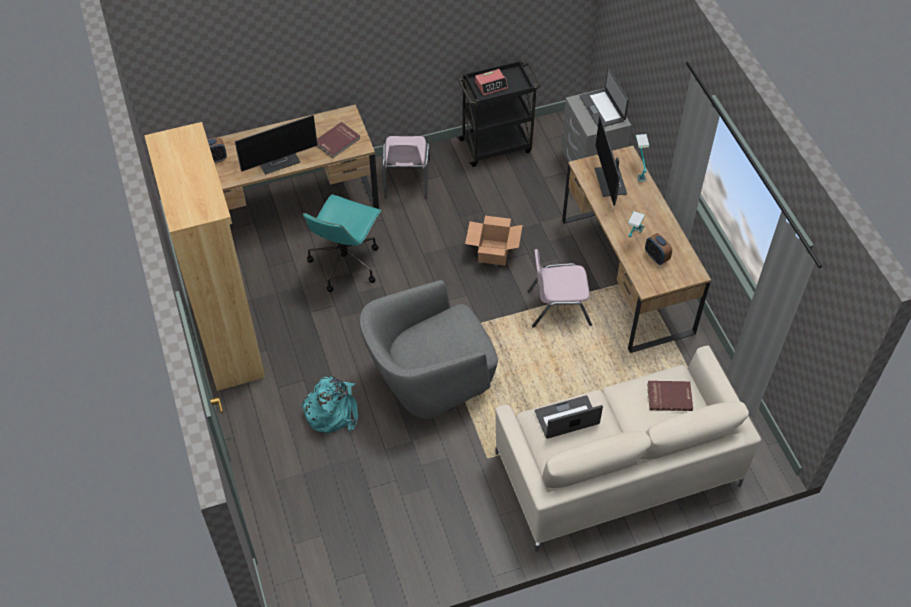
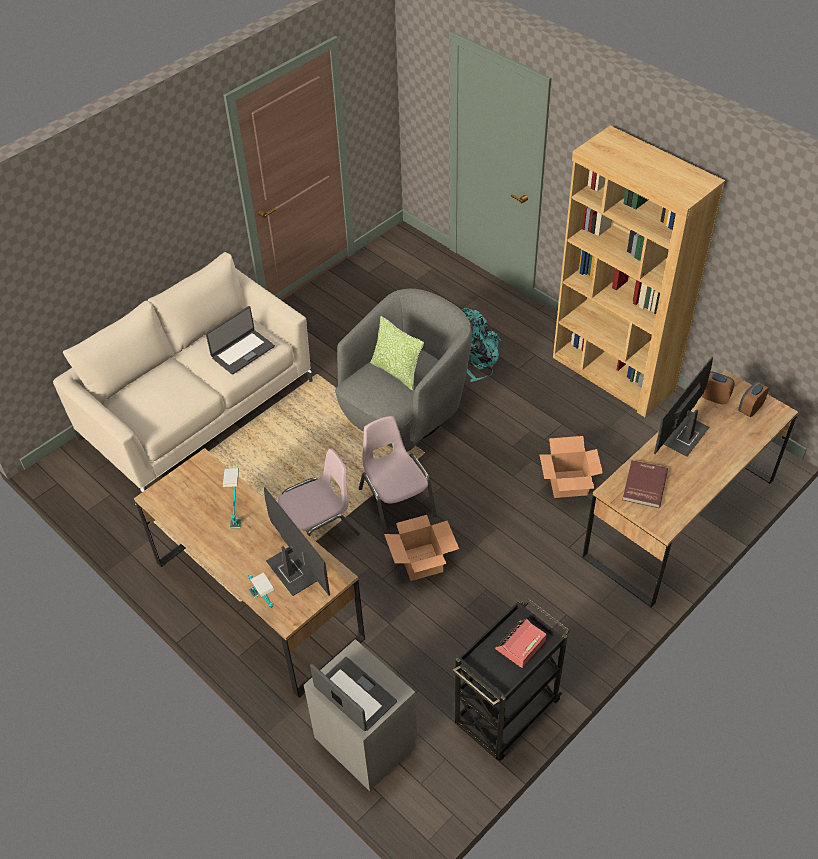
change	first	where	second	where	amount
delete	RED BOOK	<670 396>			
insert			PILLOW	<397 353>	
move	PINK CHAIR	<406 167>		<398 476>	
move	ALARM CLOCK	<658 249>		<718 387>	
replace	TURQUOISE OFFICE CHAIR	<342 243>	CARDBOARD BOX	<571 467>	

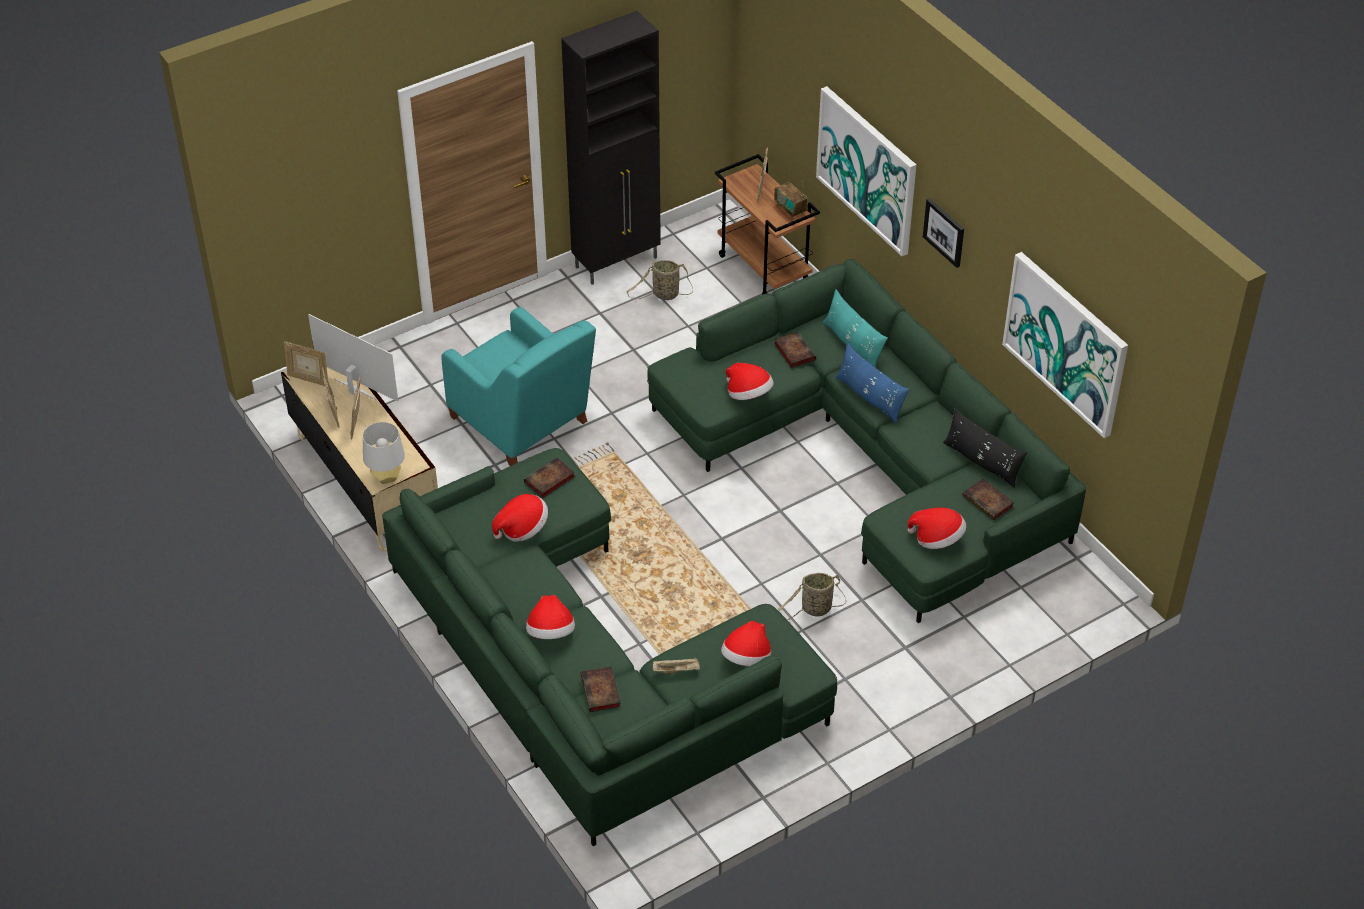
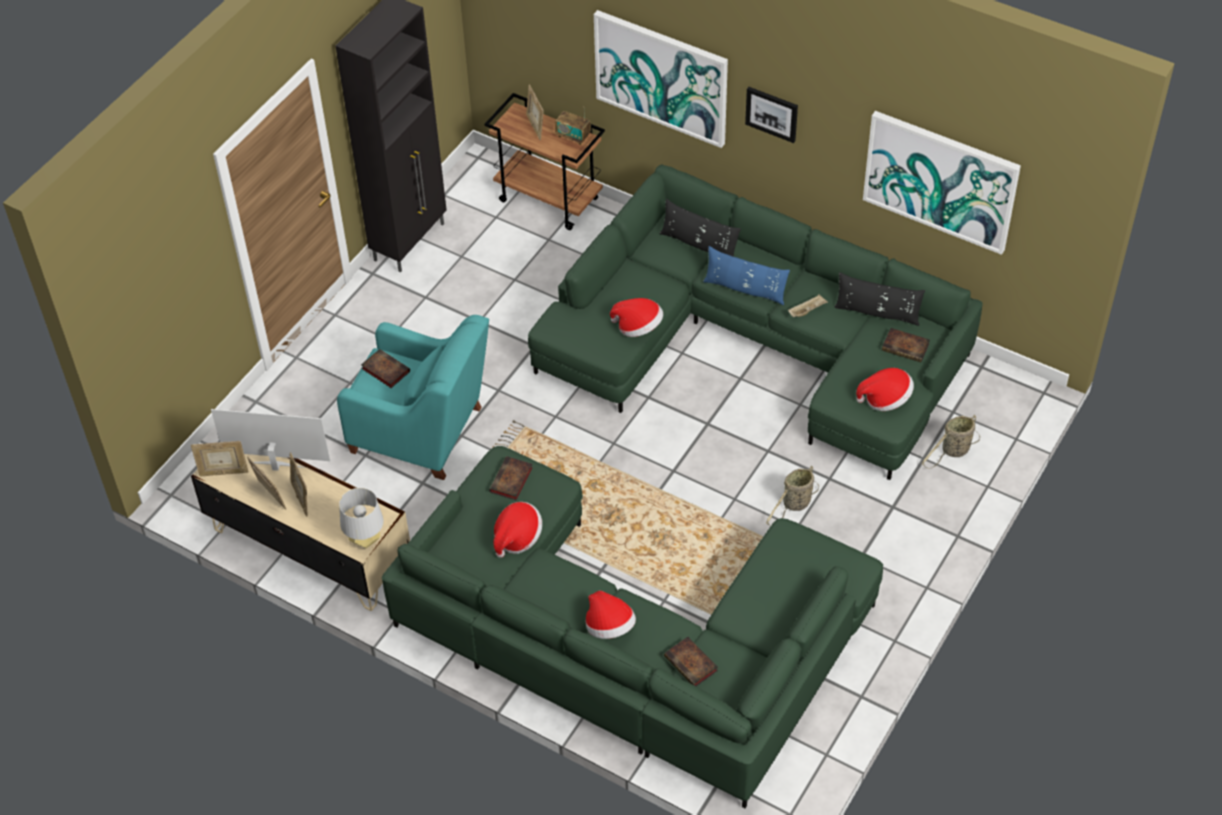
change	first	where	second	where	amount
delete	HAT	<746 643>			
move	BASKET	<660 280>		<951 442>	
move	BEIGE TRAY	<676 665>		<808 305>	
move	BOOK	<795 349>		<385 368>	
recolor	TURQUOISE PILLOW	<855 328>	BLACK PILLOW	<700 228>	

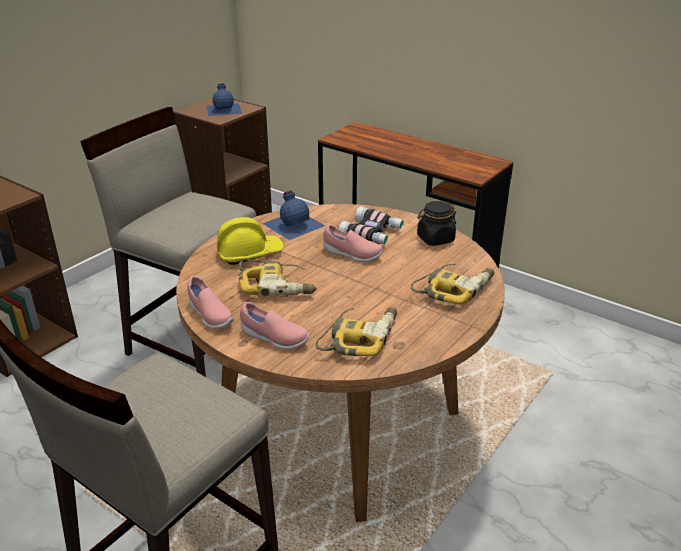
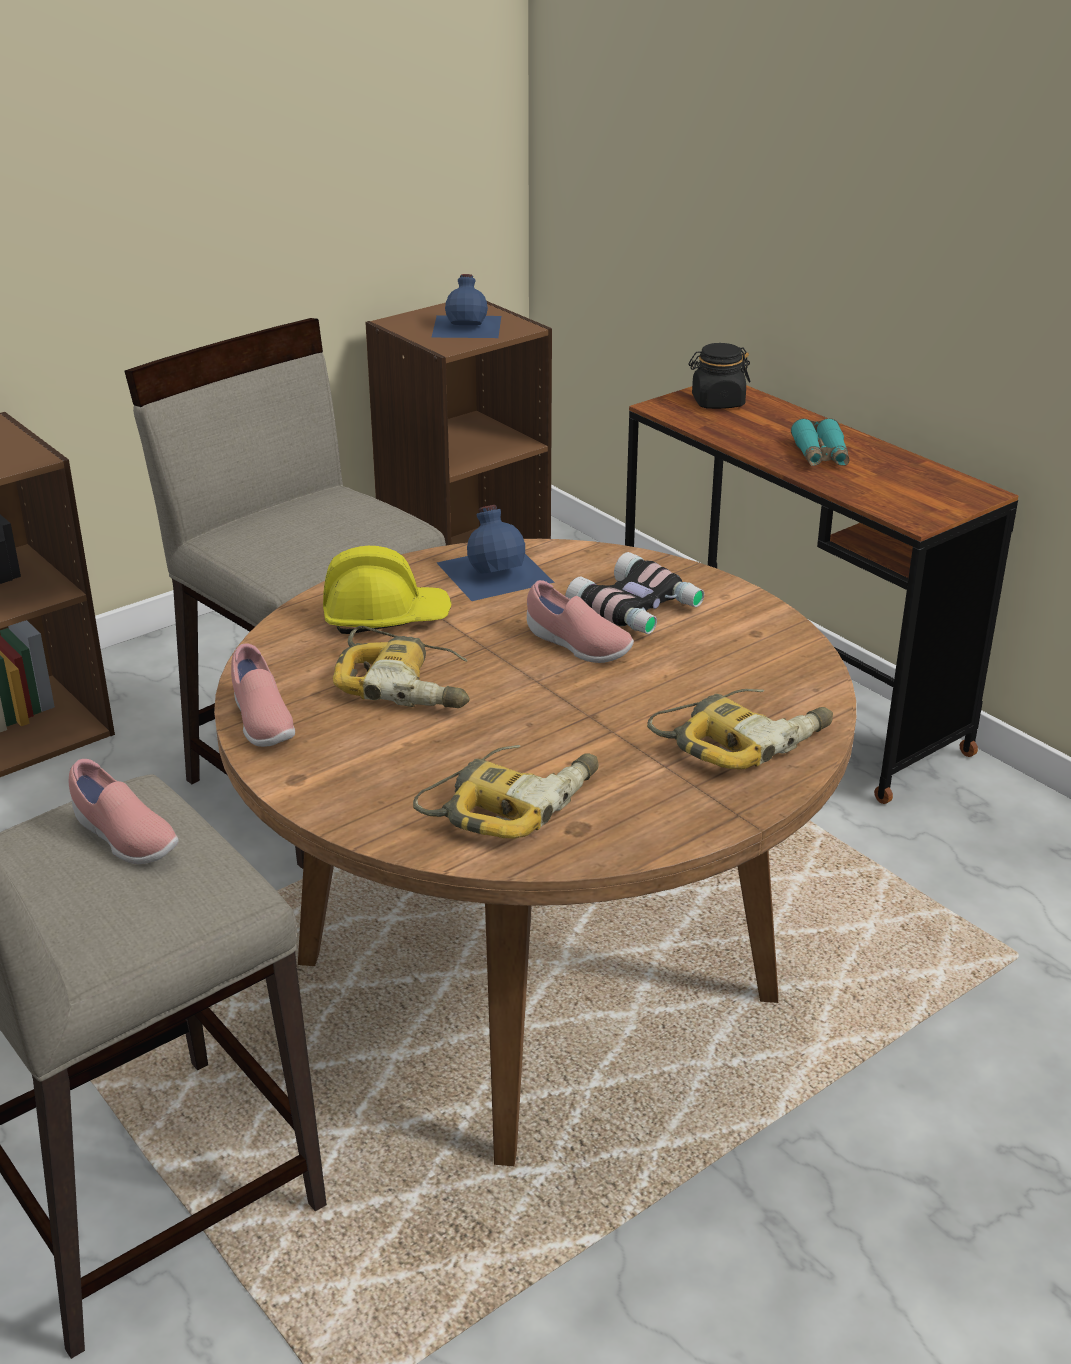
change	first	where	second	where	amount
insert			TURQUOISE BINOCULARS	<820 442>	
move	PINK SHOE	<275 326>		<123 811>	
move	BLACK JAR	<436 223>		<719 376>	

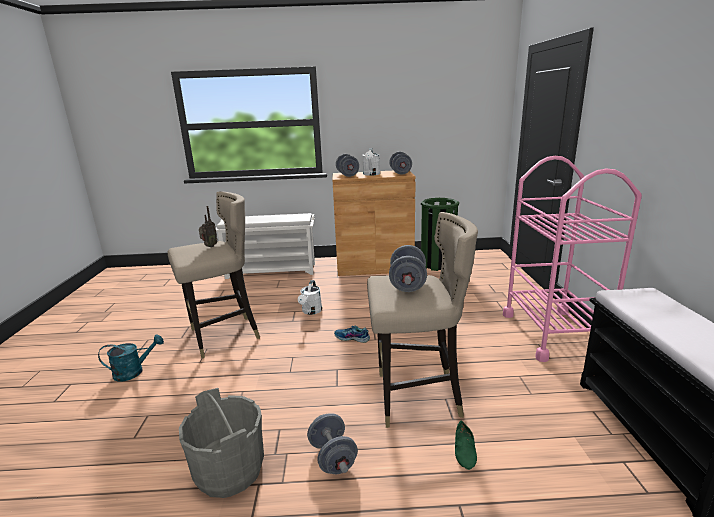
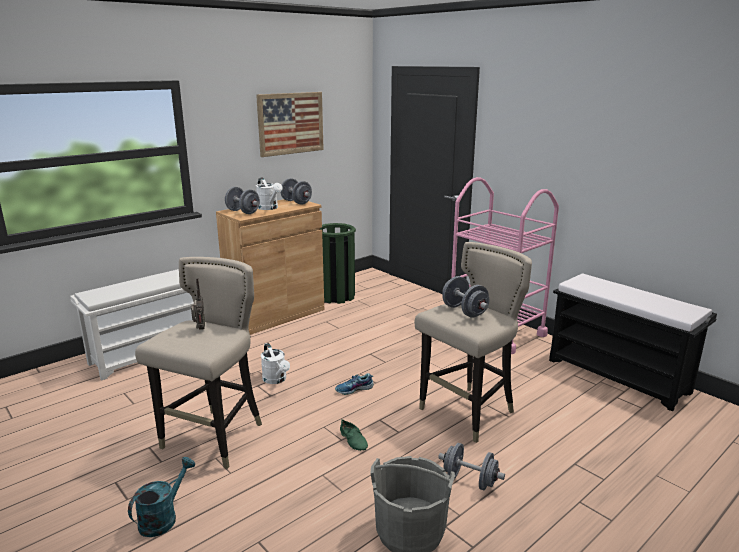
change	first	where	second	where	amount
insert			PICTURE	<290 124>	
move	GREEN SHOE	<466 445>		<354 435>	

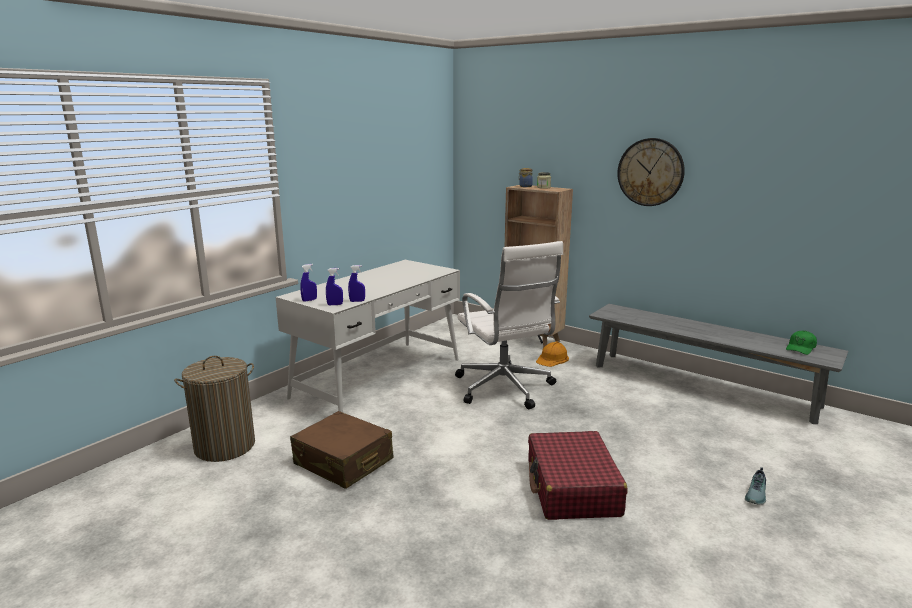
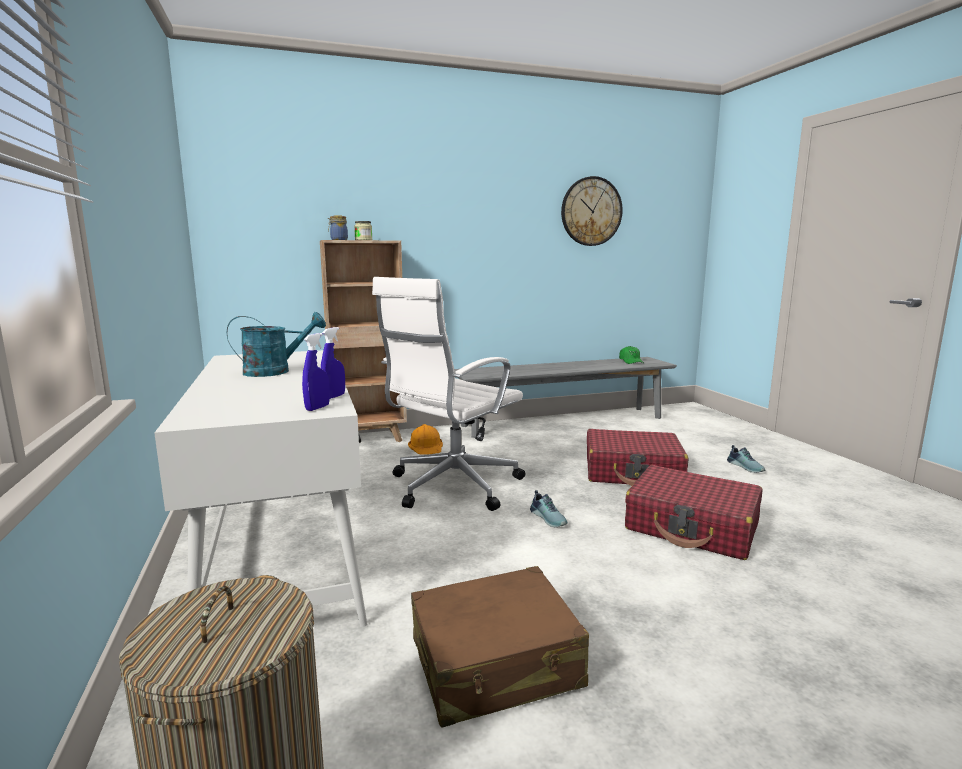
change	first	where	second	where	amount
delete	BLUE SPRAY BOTTLE	<308 283>			
insert			TURQUOISE WATERING CAN	<276 344>	
insert			SHOE	<549 508>	
insert			RED SUITCASE	<638 457>	
move	WALL CLOCK	<651 172>		<592 211>	
rotate	WHITE OFFICE CHAIR	<509 325>		<448 394>	120 degrees clockwise

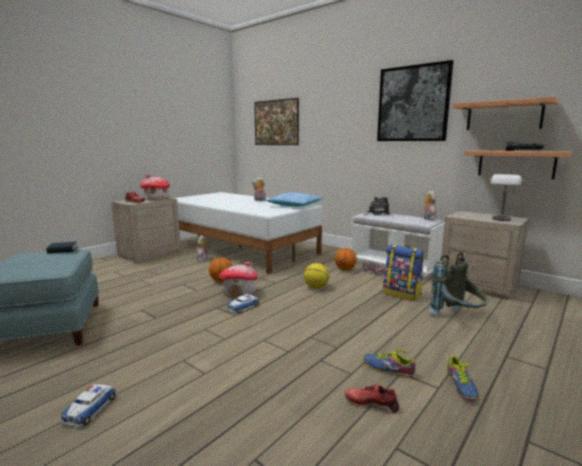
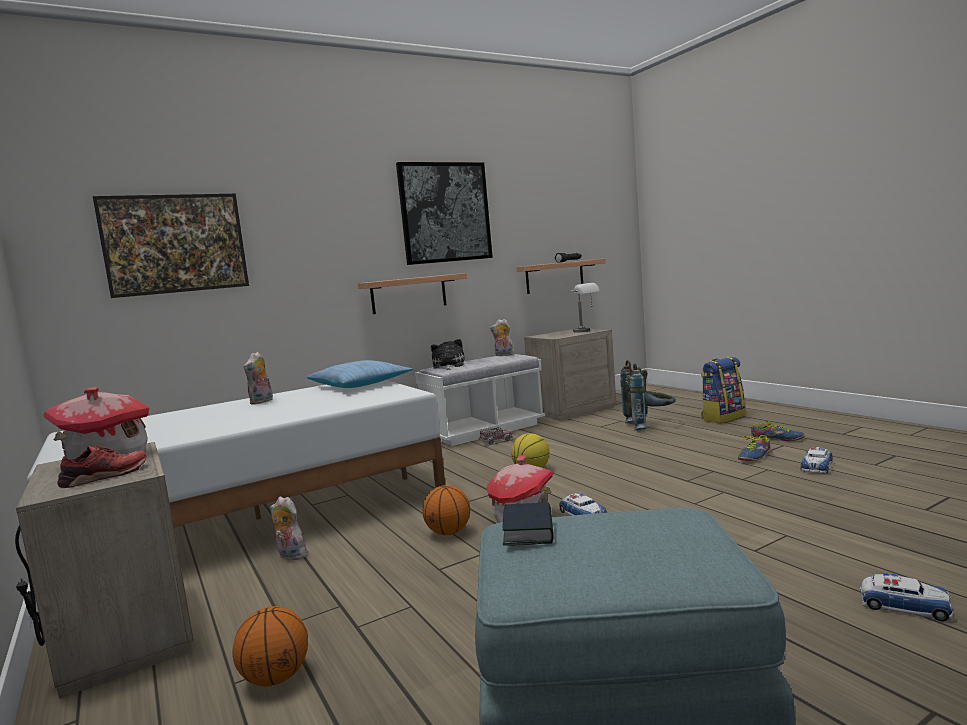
change	first	where	second	where	amount
move	BASKETBALL	<346 259>		<270 646>	
move	BACKPACK	<403 272>		<723 390>	
move	SHELF	<505 113>		<412 293>	
replace	RED SHOE	<372 399>	TOY CAR	<817 460>	

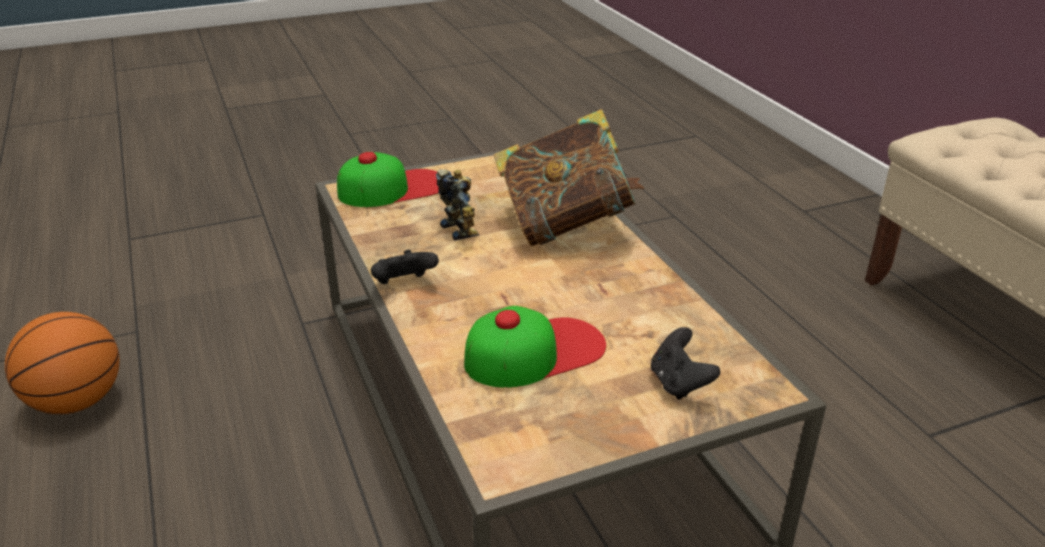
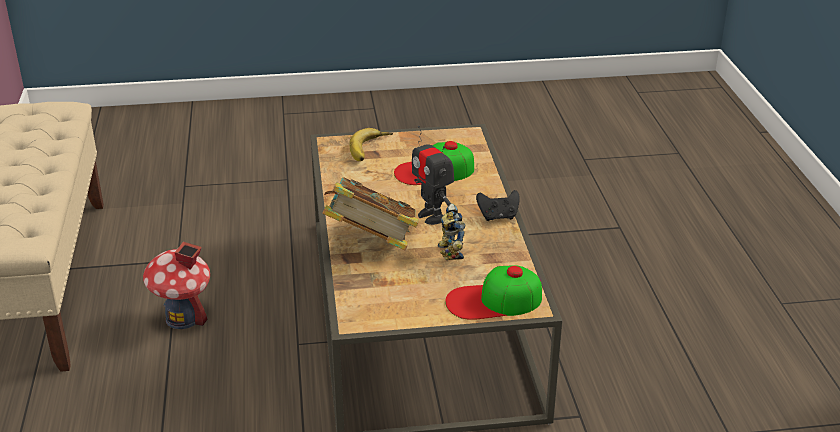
change	first	where	second	where	amount
delete	BASKETBALL	<62 363>			
insert			TOY HOUSE	<176 285>	
insert			TOY ROBOT	<433 175>	
replace	BLACK GAME CONTROLLER	<685 363>	BANANA	<371 144>	

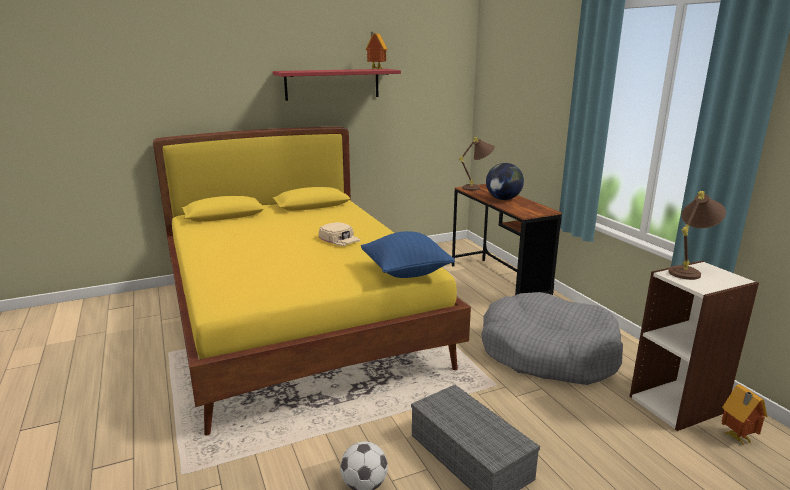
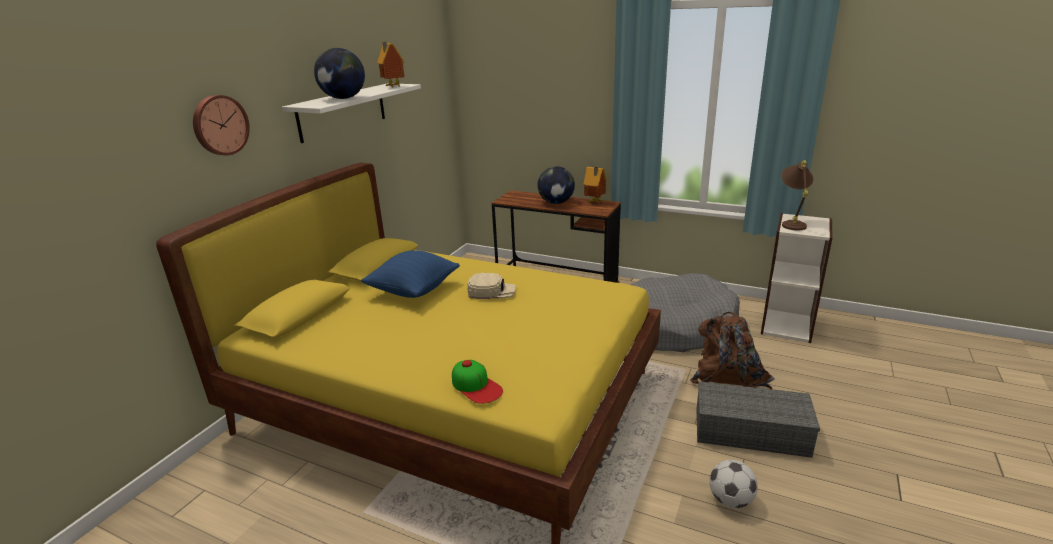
change	first	where	second	where	amount
delete	BROWN TABLE LAMP	<477 164>			
insert			WALL CLOCK	<221 125>	
insert			GLOBE	<339 73>	
insert			CAP	<477 382>	
insert			BROWN BACKPACK	<732 351>	
move	BLUE PILLOW	<408 254>		<410 274>	
move	TOY HOUSE	<744 414>		<595 185>	
recolor	RED SHELF	<337 85>	WHITE SHELF	<351 113>	

